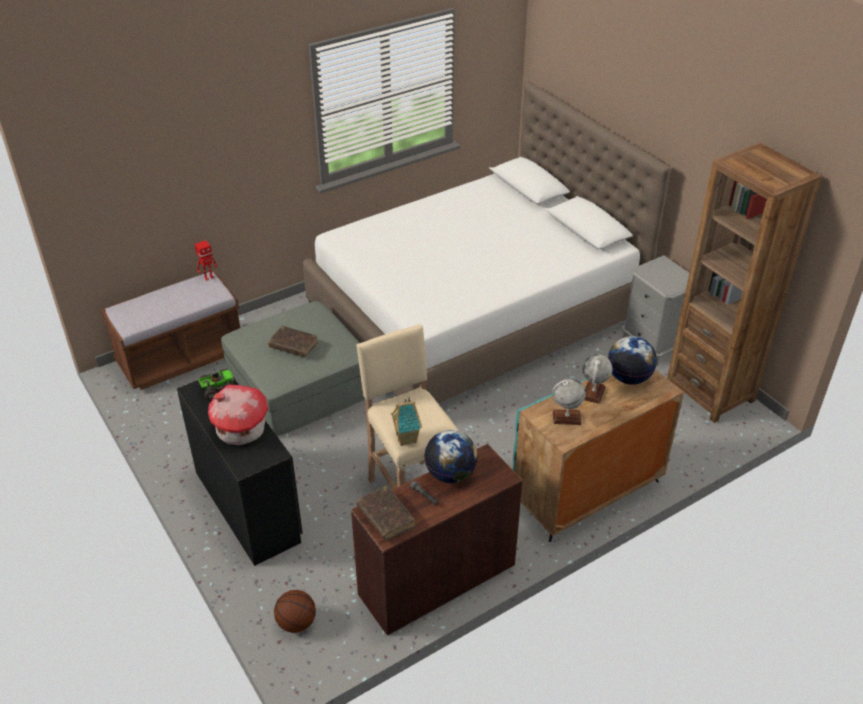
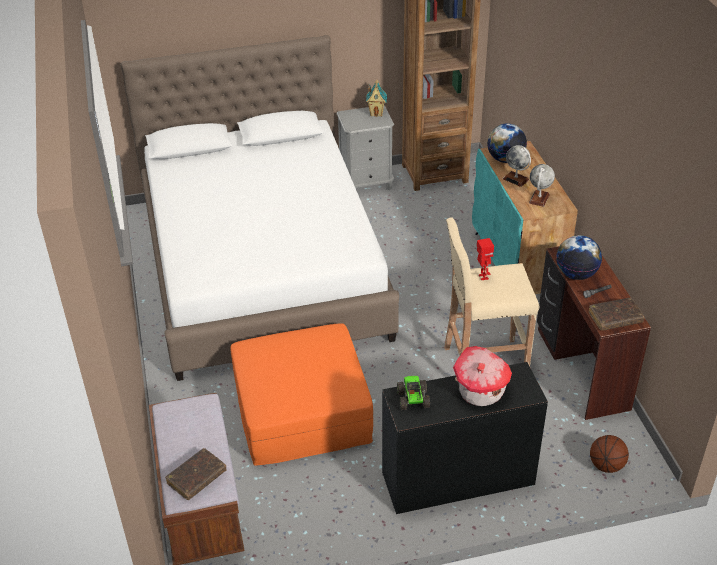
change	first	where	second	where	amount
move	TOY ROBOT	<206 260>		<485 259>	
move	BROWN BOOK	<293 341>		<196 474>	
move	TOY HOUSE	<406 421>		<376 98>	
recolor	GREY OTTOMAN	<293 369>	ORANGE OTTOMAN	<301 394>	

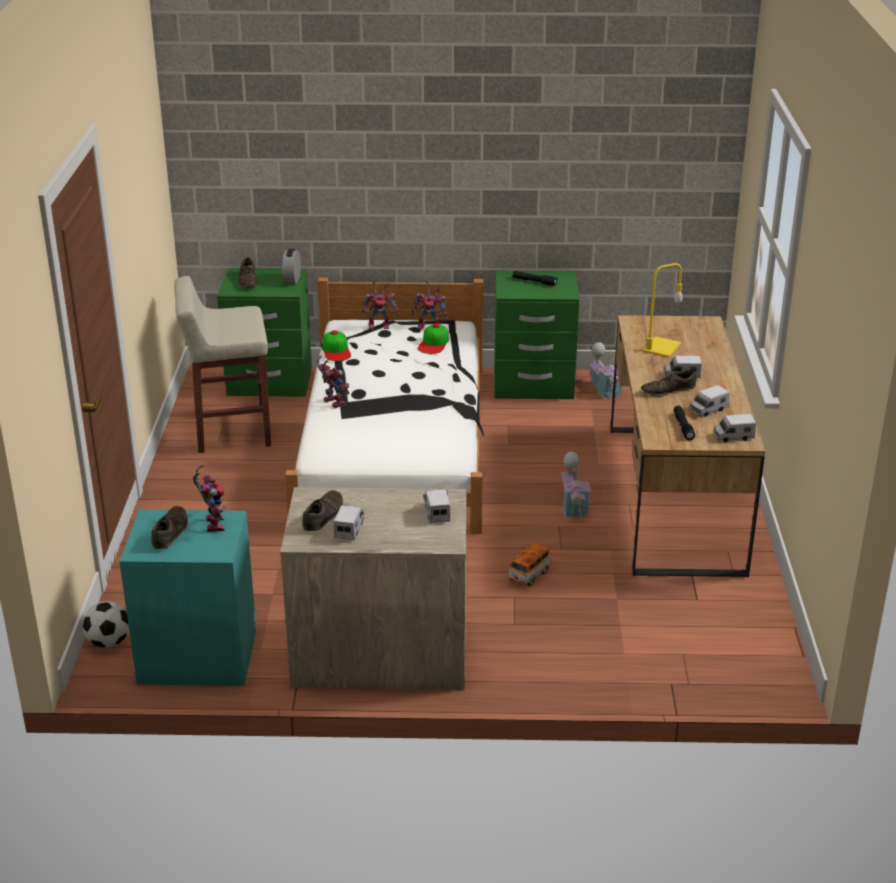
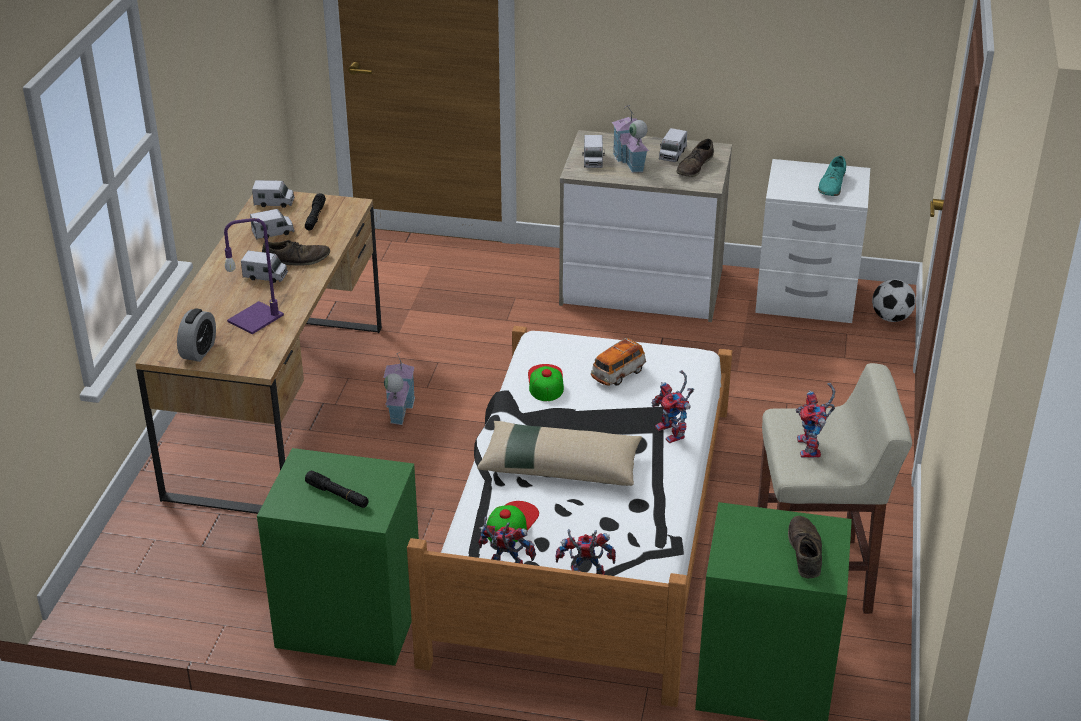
change	first	where	second	where	amount
insert			BEIGE PILLOW	<559 453>	
move	TOY ROBOT	<209 498>		<815 420>	
move	ALARM CLOCK	<291 266>		<196 335>	
move	CAP	<337 345>		<546 382>	
move	TOY CAR	<530 564>		<618 362>	
move	TOY HOUSE	<605 370>		<630 138>	
recolor	TURQUOISE NIGHTSTAND	<187 597>	WHITE NIGHTSTAND	<812 241>	
recolor	BROWN SHOE	<169 527>	TURQUOISE SHOE	<832 176>	
recolor	YELLOW TABLE LAMP	<662 310>	PURPLE TABLE LAMP	<254 276>	

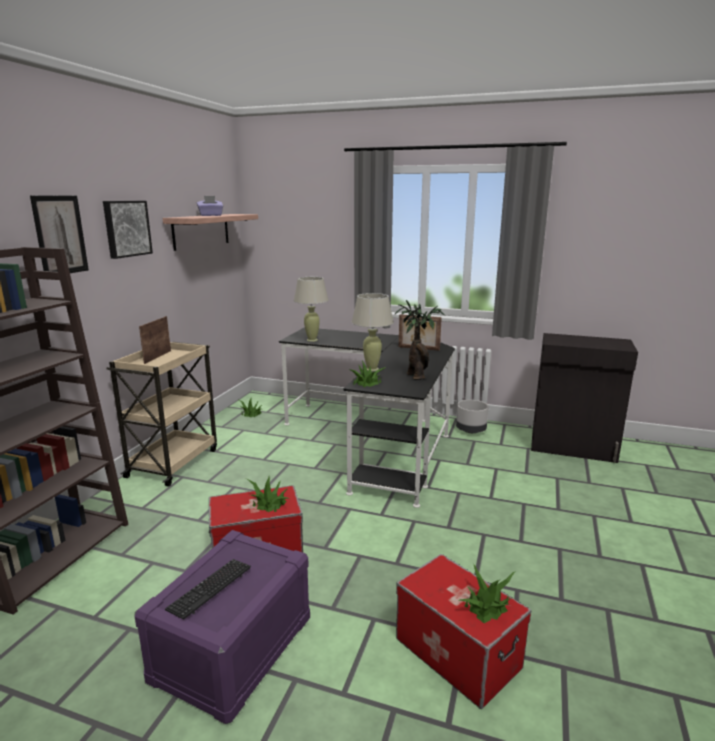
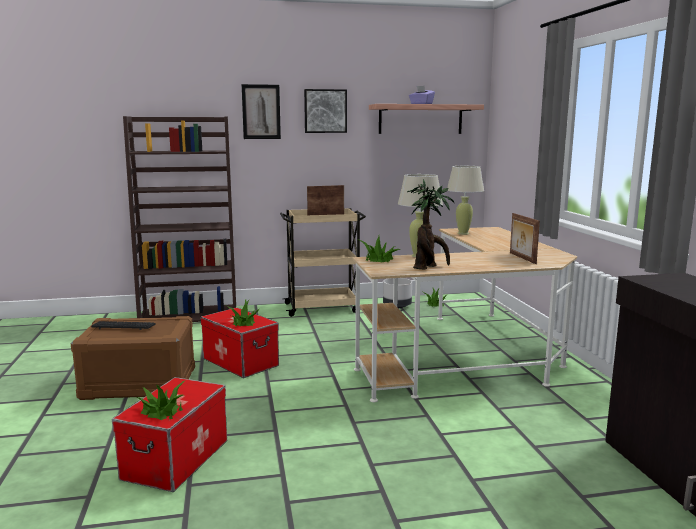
change	first	where	second	where	amount
move	GREY PLANTER	<472 416>		<397 293>	
recolor	PURPLE STORAGE BOX	<222 627>	BROWN STORAGE BOX	<133 358>	
recolor	BLACK DESK	<367 417>	BEIGE DESK	<465 314>	

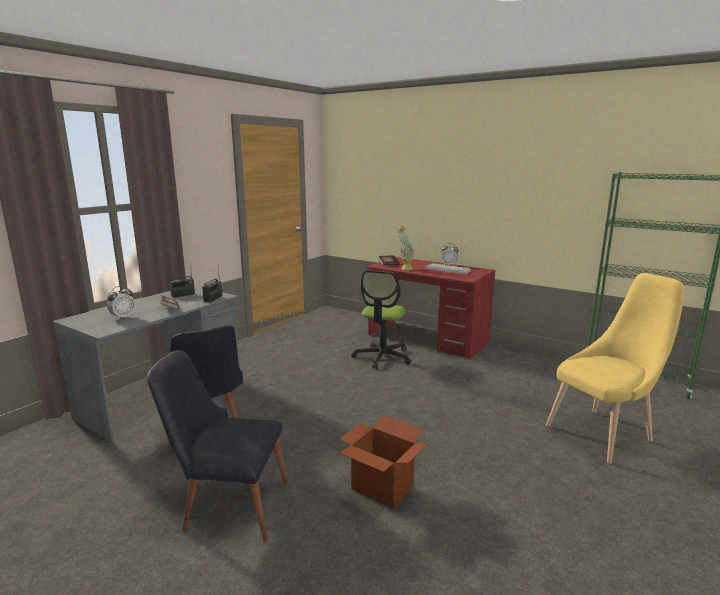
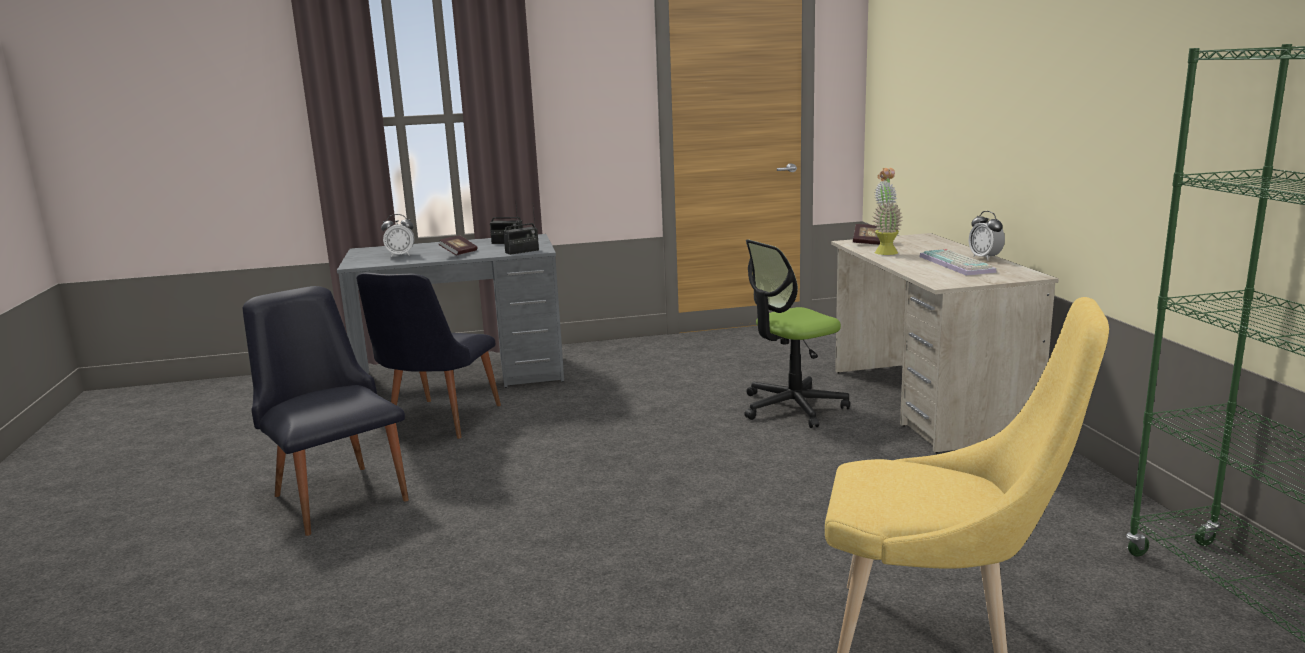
change	first	where	second	where	amount
delete	CARDBOARD BOX	<383 462>			
recolor	RED DESK	<431 308>	BEIGE DESK	<945 343>	

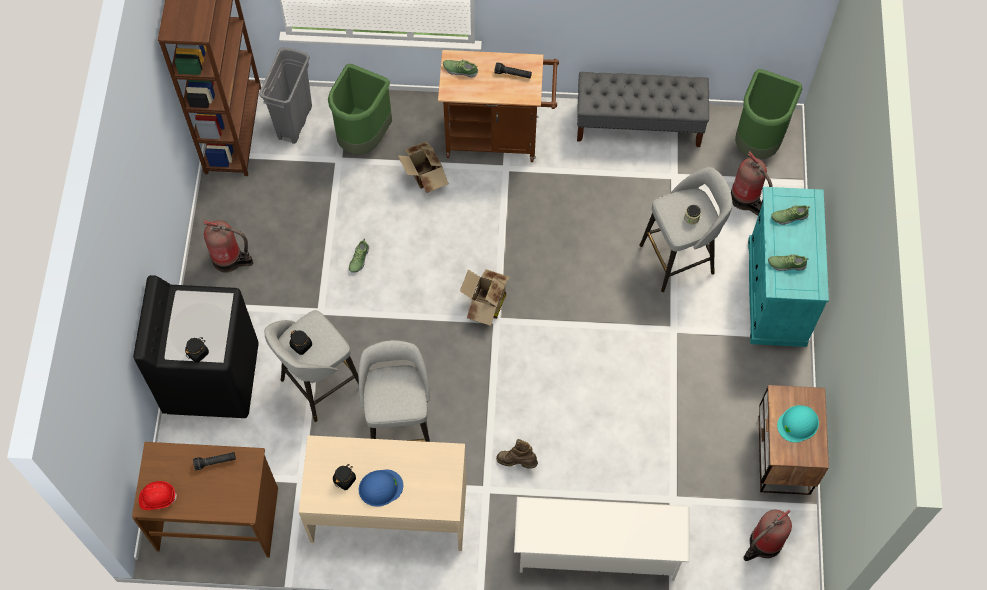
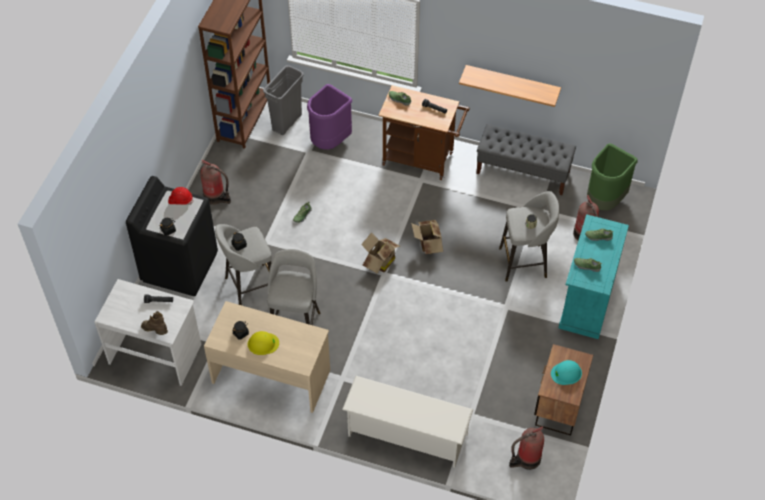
change	first	where	second	where	amount
insert			SHELF	<510 86>	
move	RED HARD HAT	<158 495>		<180 196>	
move	CARDBOARD BOX	<423 167>		<427 237>	
move	BROWN BOOT	<517 454>		<154 323>	
recolor	BROWN DESK	<205 500>	WHITE DESK	<148 332>	
recolor	GREEN TRASH CAN	<360 109>	PURPLE TRASH CAN	<329 117>	
recolor	BLUE HARD HAT	<381 488>	YELLOW HARD HAT	<263 343>	

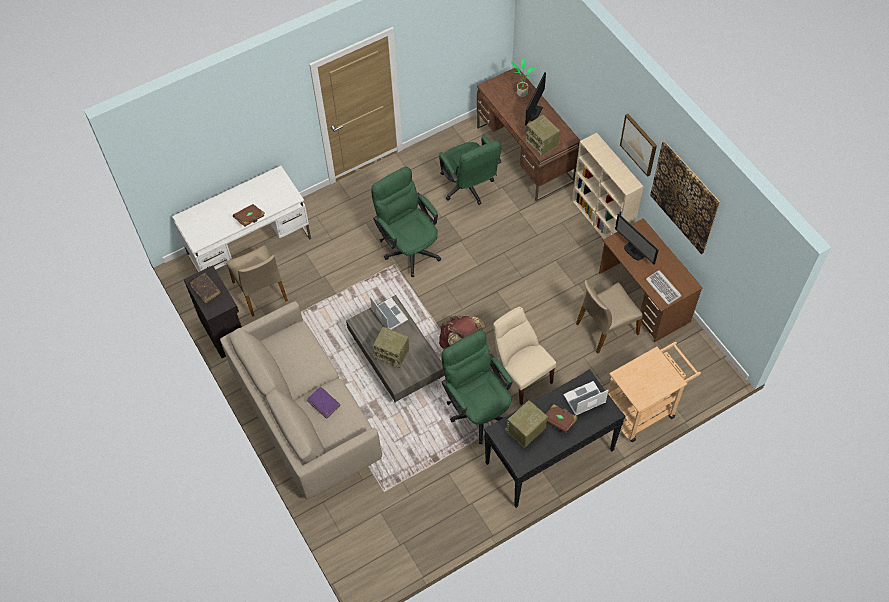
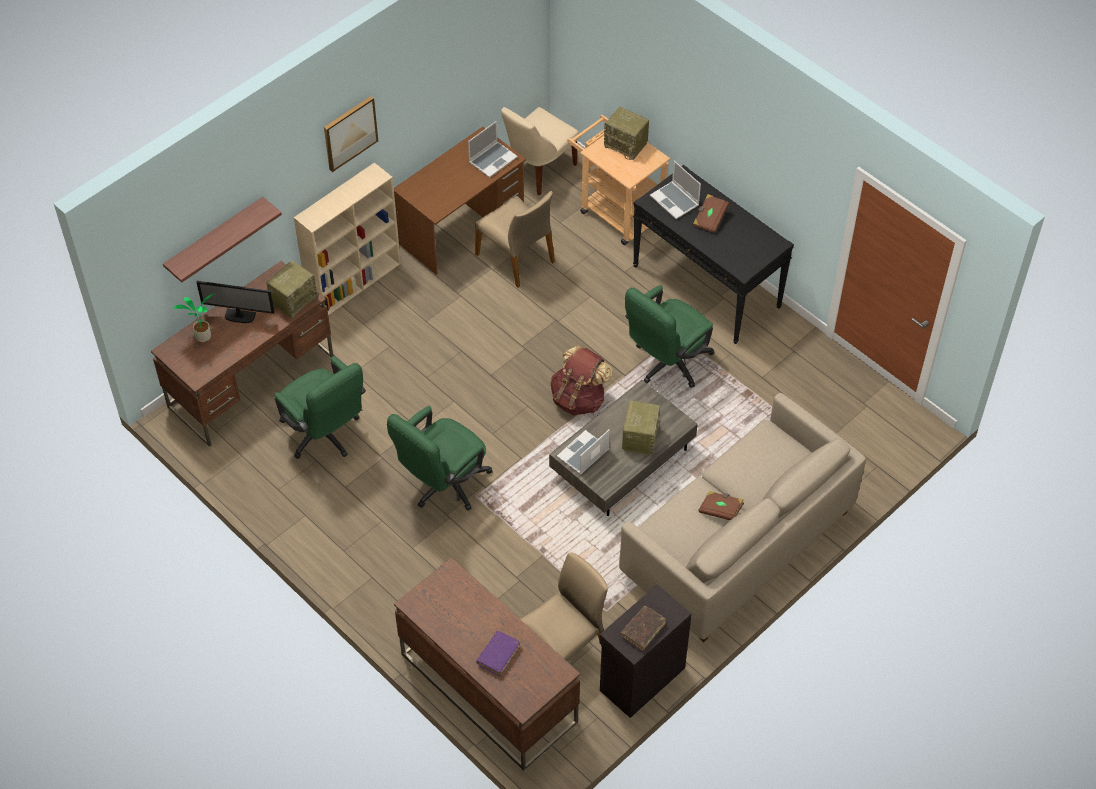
change	first	where	second	where	amount
delete	MONITOR	<637 239>			
delete	PICTURE	<685 197>			
insert			SHELF	<222 240>	
move	BROWN BOOK	<249 215>		<721 505>	
move	PURPLE BOOK	<323 403>		<498 653>	
move	BEIGE CHAIR	<524 356>		<539 151>	
move	RADIO	<526 424>		<626 133>	
replace	KEYBOARD	<664 287>	LAPTOP	<493 149>	
recolor	WHITE DESK	<241 219>	BROWN DESK	<487 664>	
rotate	GREEN OFFICE CHAIR	<470 170>		<320 407>	90 degrees clockwise

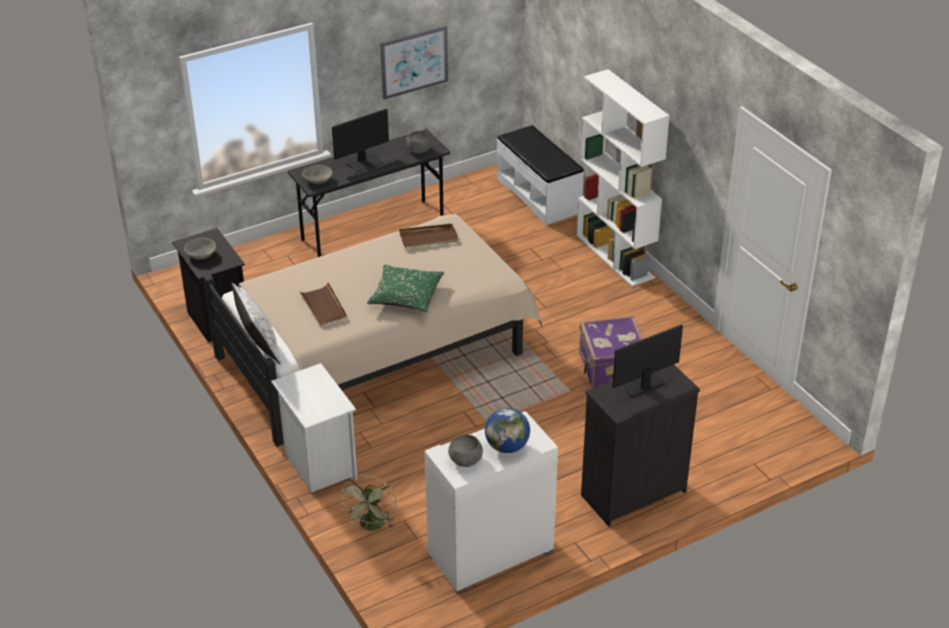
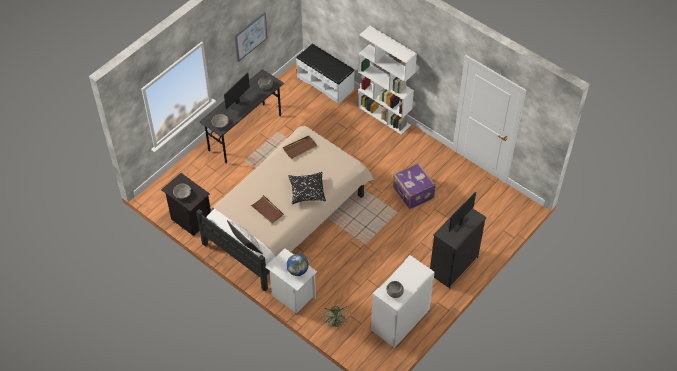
change	first	where	second	where	amount
move	GLOBE	<507 430>		<297 265>	
recolor	GREEN PILLOW	<405 288>	BLACK PILLOW	<307 188>	

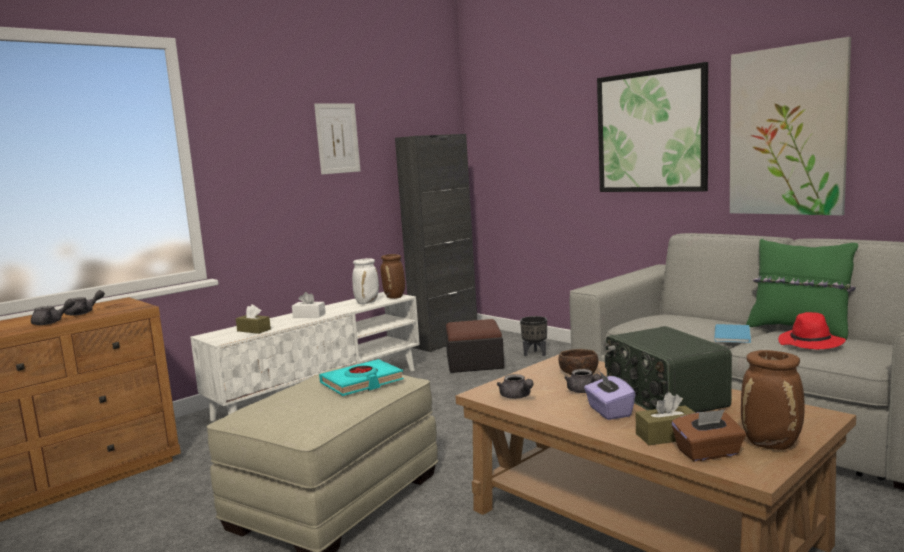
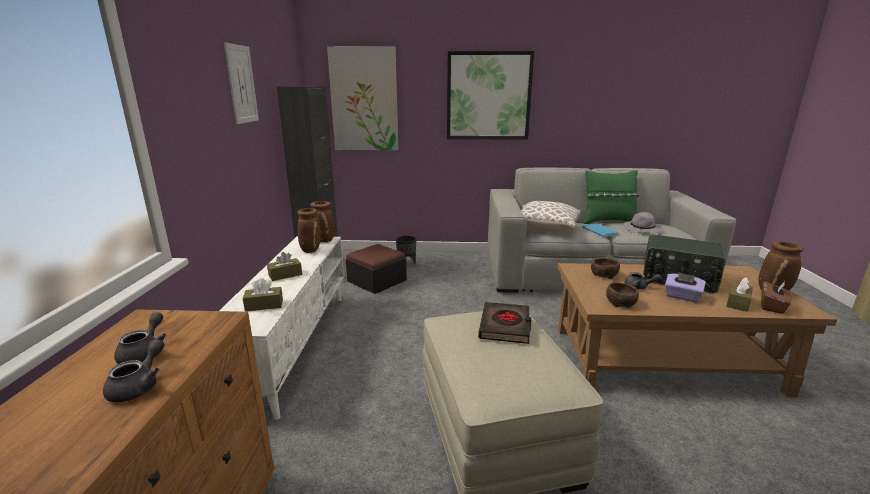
change	first	where	second	where	amount
insert			PILLOW	<550 216>	
move	PICTURE	<790 126>		<362 98>	
replace	GREY TEAPOT	<515 386>	BROWN BOWL	<622 295>	
recolor	WHITE TISSUE BOX	<309 305>	BROWN TISSUE BOX	<284 266>	
recolor	TURQUOISE BOOK	<361 377>	BLACK BOOK	<504 323>	
recolor	WHITE VASE	<365 281>	BROWN VASE	<309 230>	
recolor	RED HAT	<812 330>	GREY HAT	<643 222>	

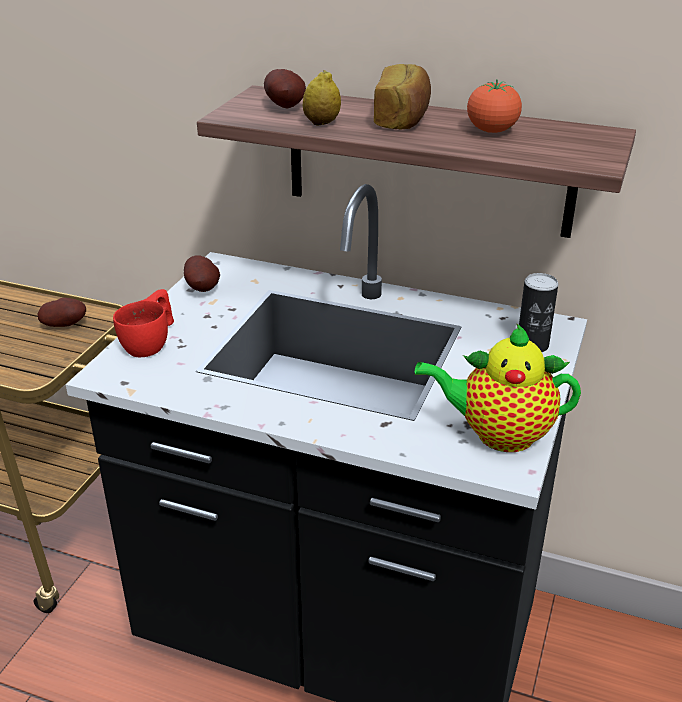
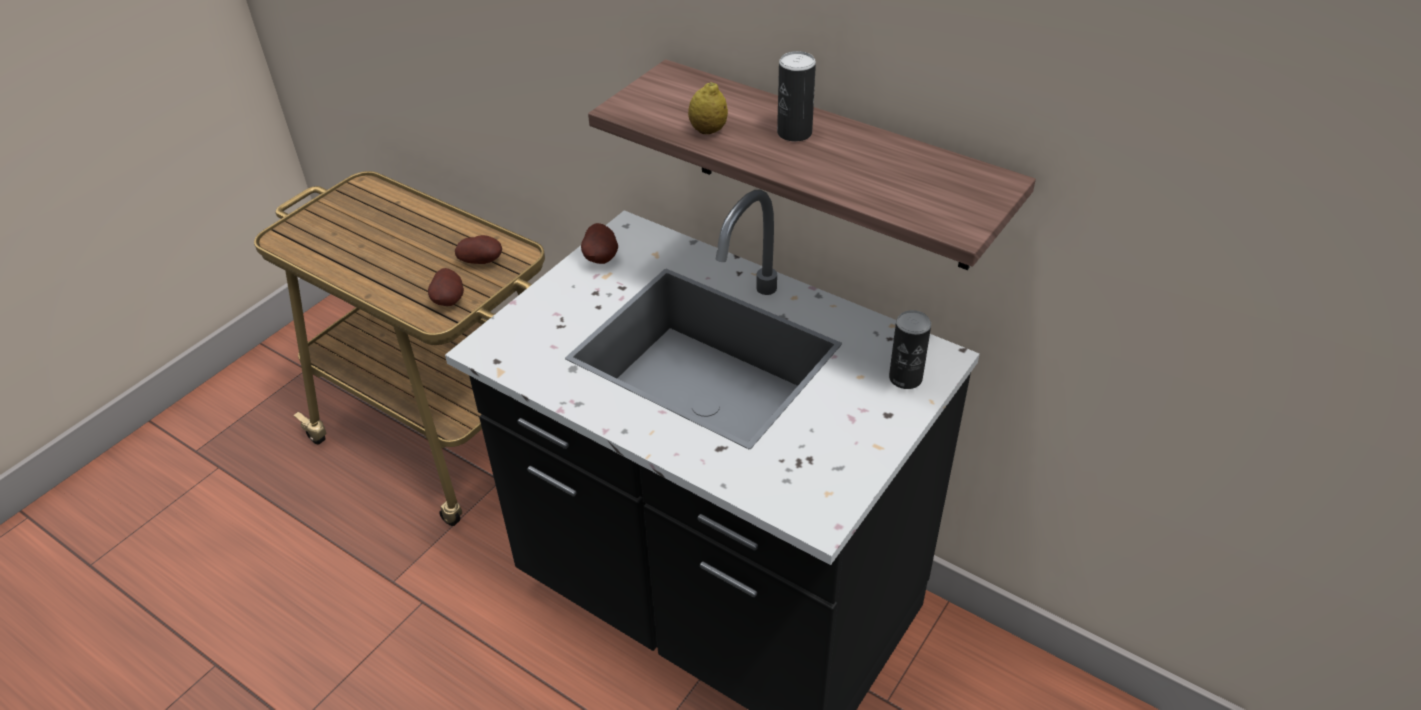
change	first	where	second	where	amount
delete	RED CUP	<143 323>			
delete	TEAPOT	<498 388>			
delete	TOMATO	<494 106>			
move	POTATO	<285 89>		<446 287>	
replace	BREAD	<402 97>	CAN	<796 96>	

